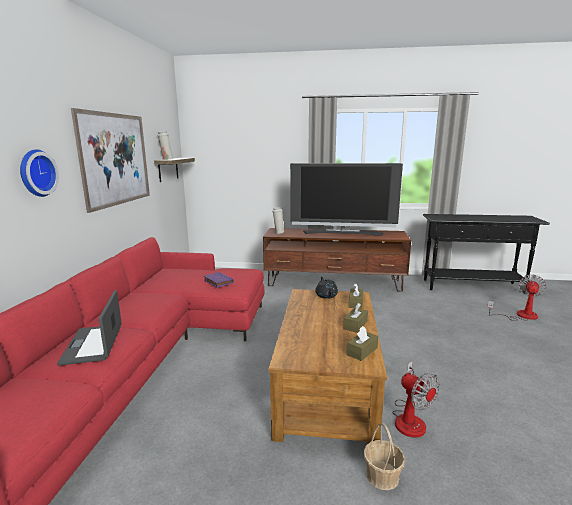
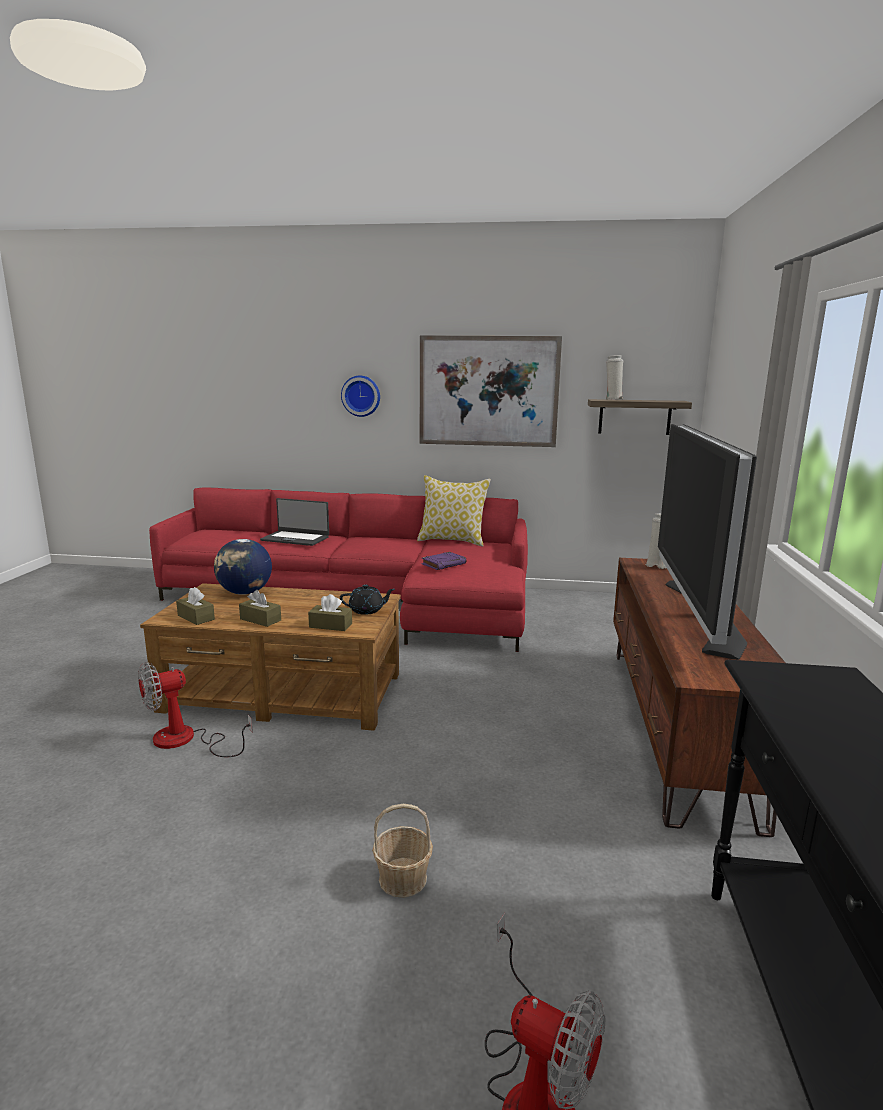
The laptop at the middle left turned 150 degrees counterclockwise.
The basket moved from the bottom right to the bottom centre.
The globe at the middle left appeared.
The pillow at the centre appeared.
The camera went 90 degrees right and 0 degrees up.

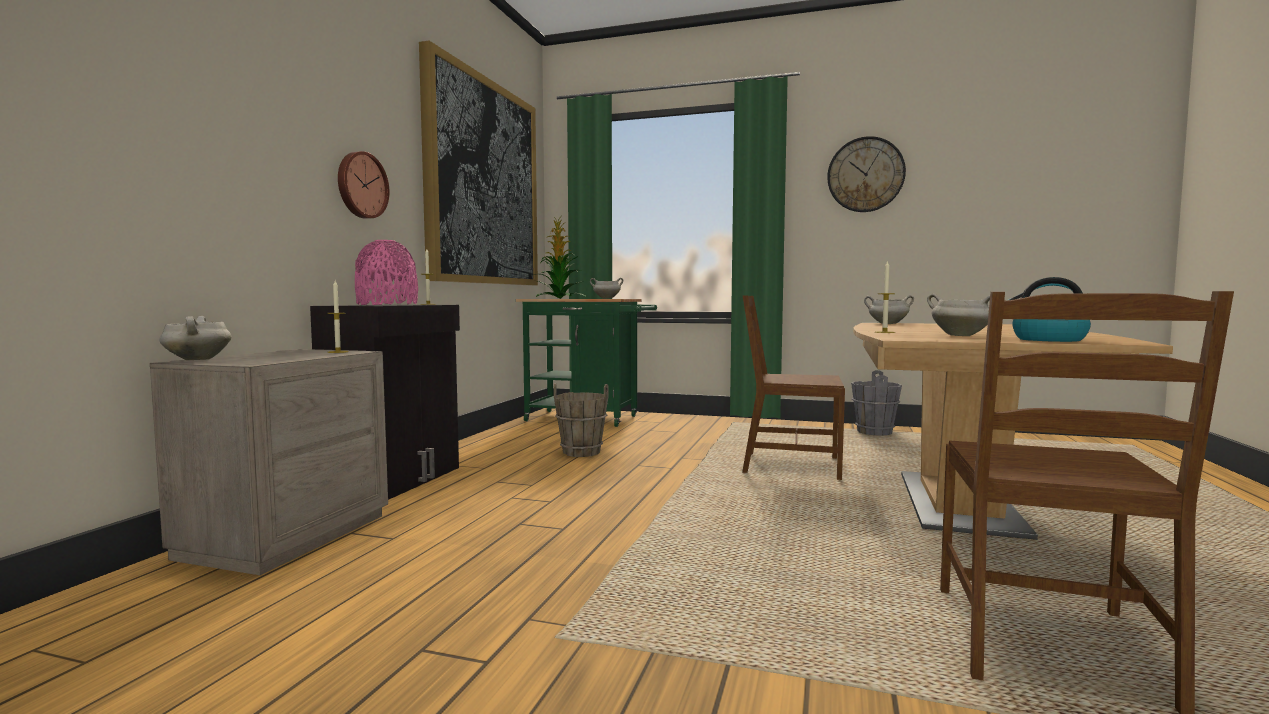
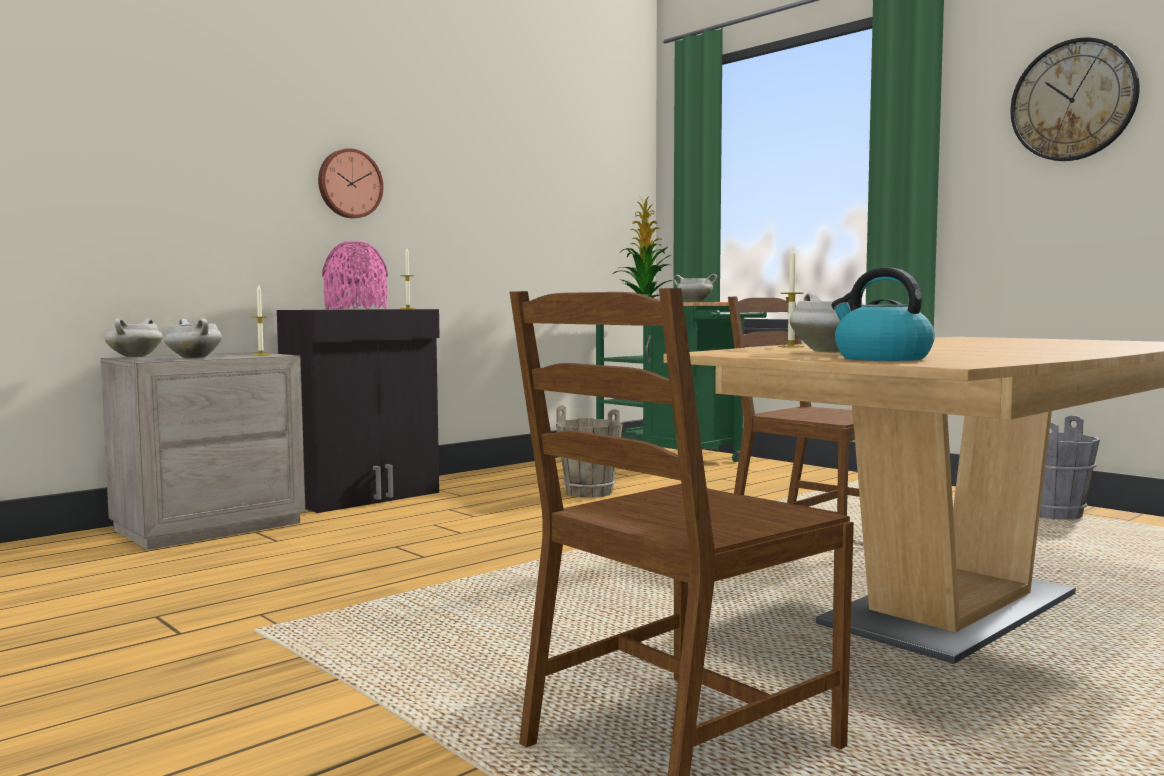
The picture at the top centre disappeared.
The cooking pot (white) (no. 3 from left in the first image) moved from the middle right to the middle left.
The camera went 30 degrees right and 0 degrees up.

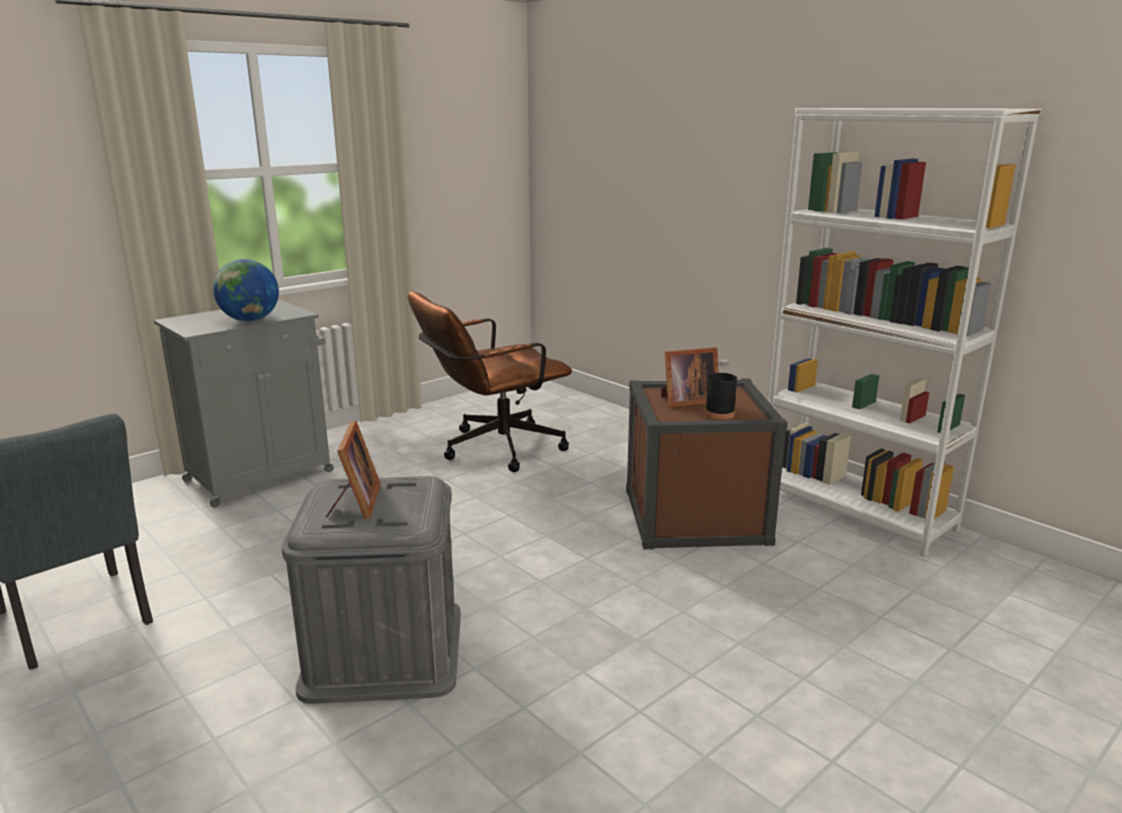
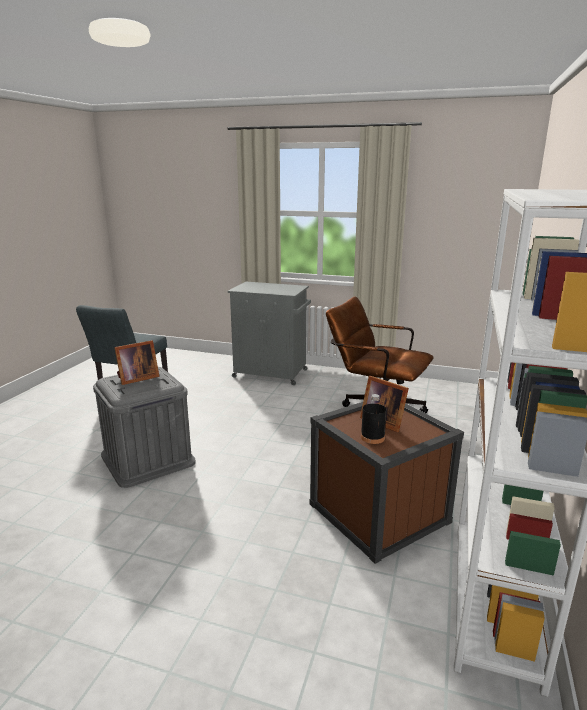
The globe at the middle left disappeared.
The camera went 60 degrees right and 0 degrees up.

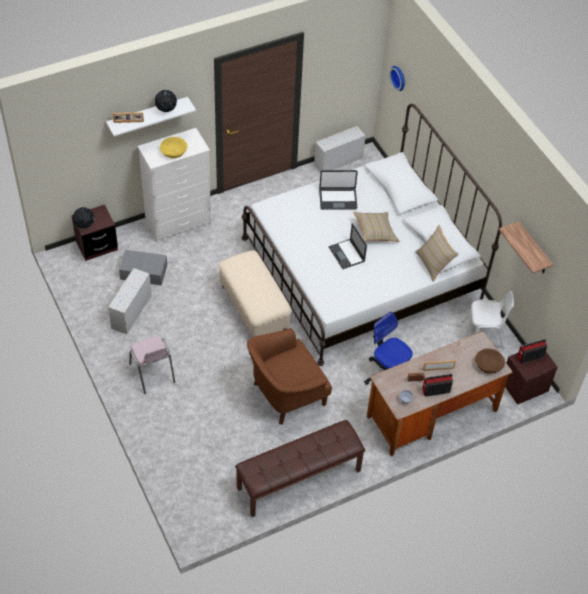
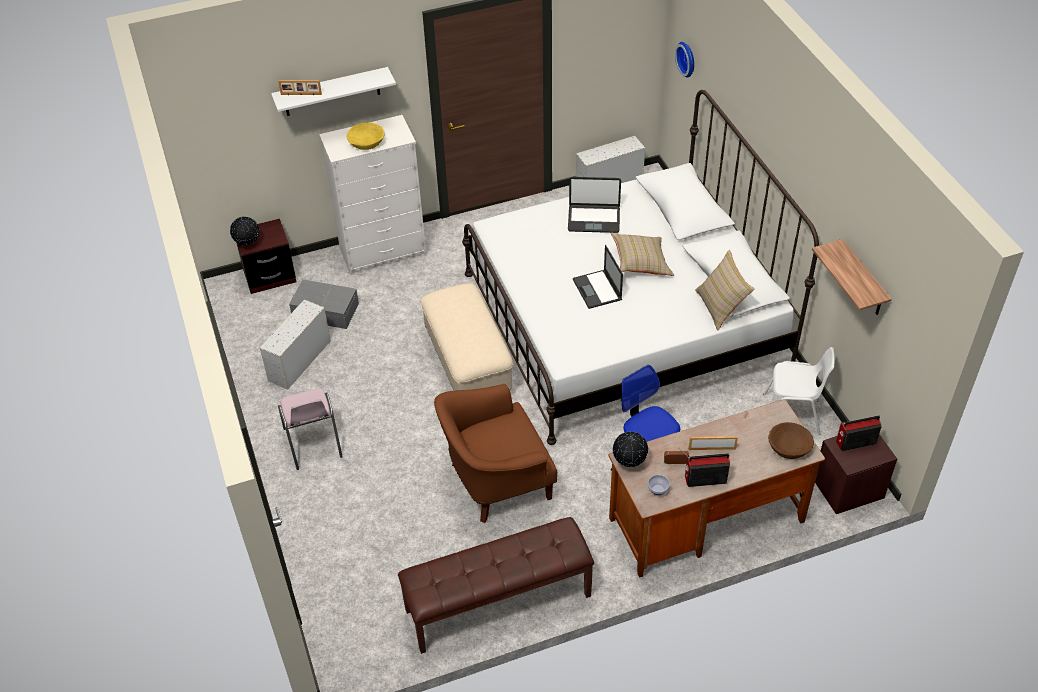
The globe (no. 2 from left) moved from the top left to the centre.
The camera went 10 degrees right and 5 degrees down.

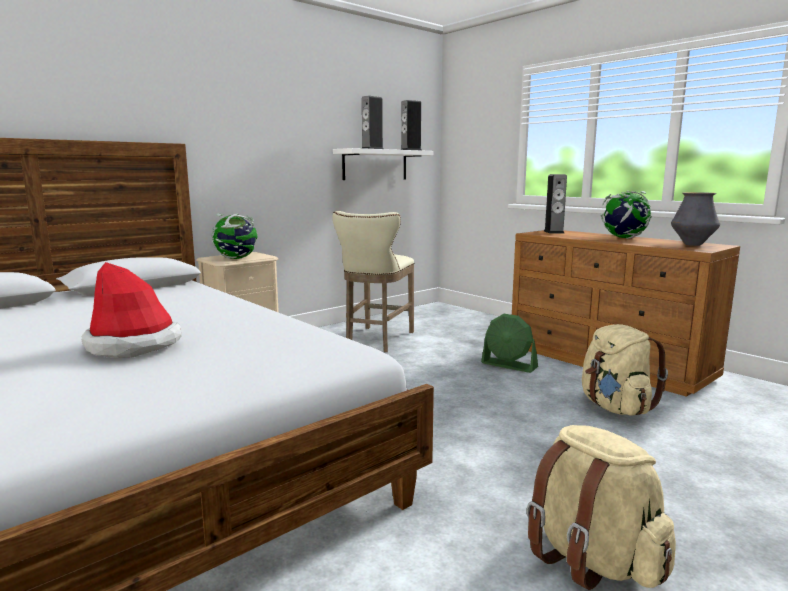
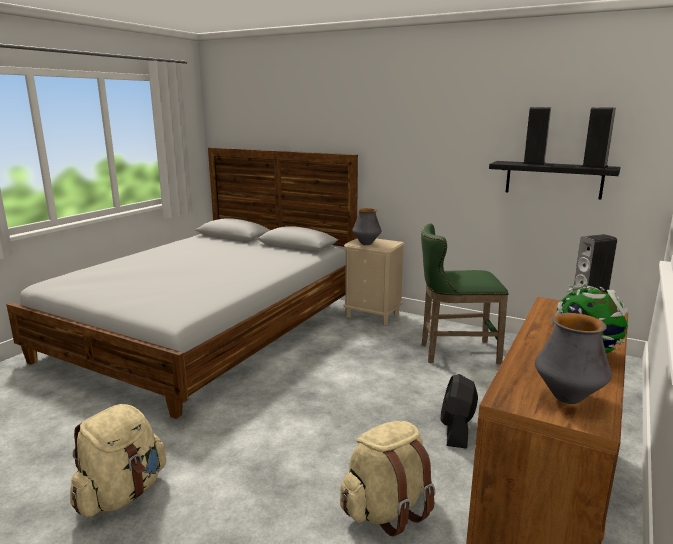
The hat at the middle left disappeared.
The globe (no. 1 from left) at the middle left was replaced by the vase (no. 1 from left) at the centre.
The shelf (white) at the top centre became the shelf (black) at the top right.
The stool (beige) at the centre became the stool (green) at the middle right.
The fan (green) at the centre became the fan (black) at the bottom right.
The camera went 70 degrees right and 5 degrees up.

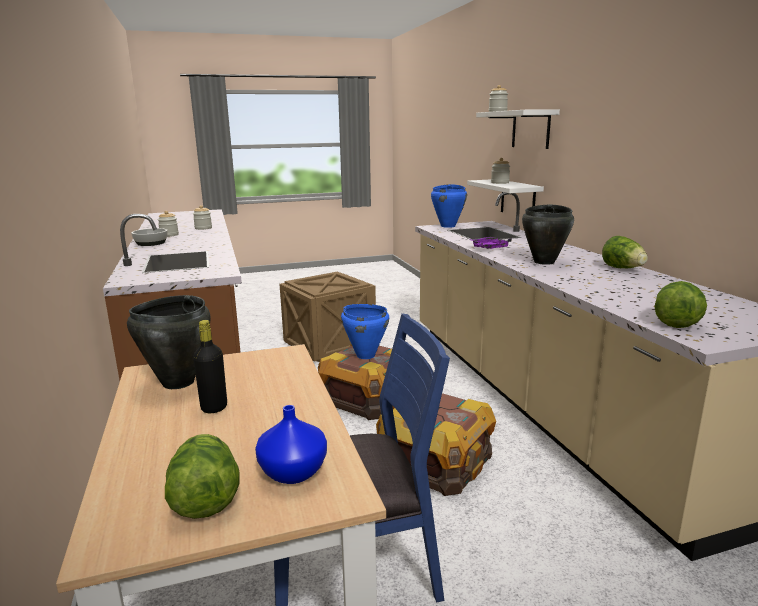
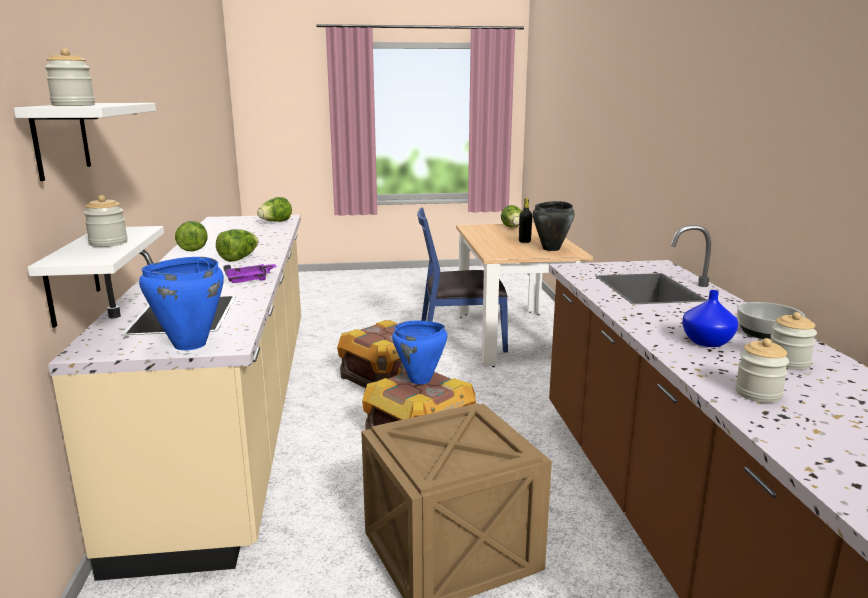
The vase (blue) moved from the bottom centre to the middle right.
The cooking pot (black) (no. 2 from left) at the middle right was replaced by the lettuce (no. 2 from left) at the middle left.
The camera went 170 degrees left and 0 degrees up.

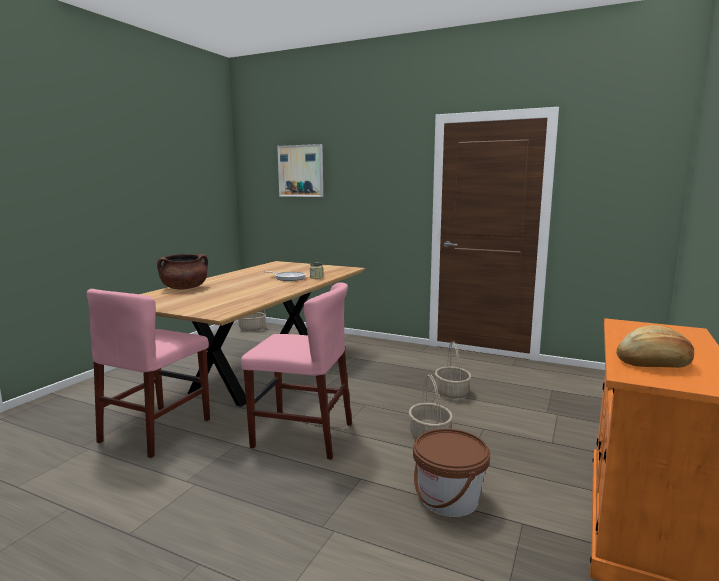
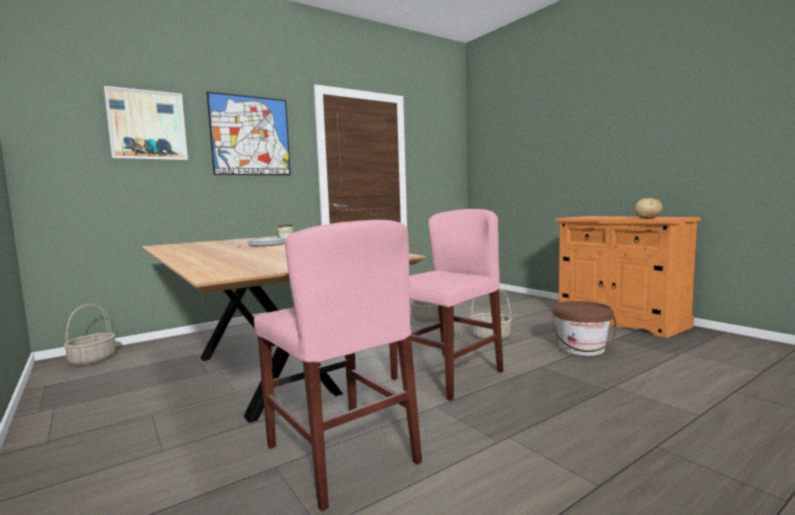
The cooking pot (brown) at the middle left disappeared.
The picture (no. 2 from left) at the top left appeared.
The camera went 60 degrees left and 5 degrees down.

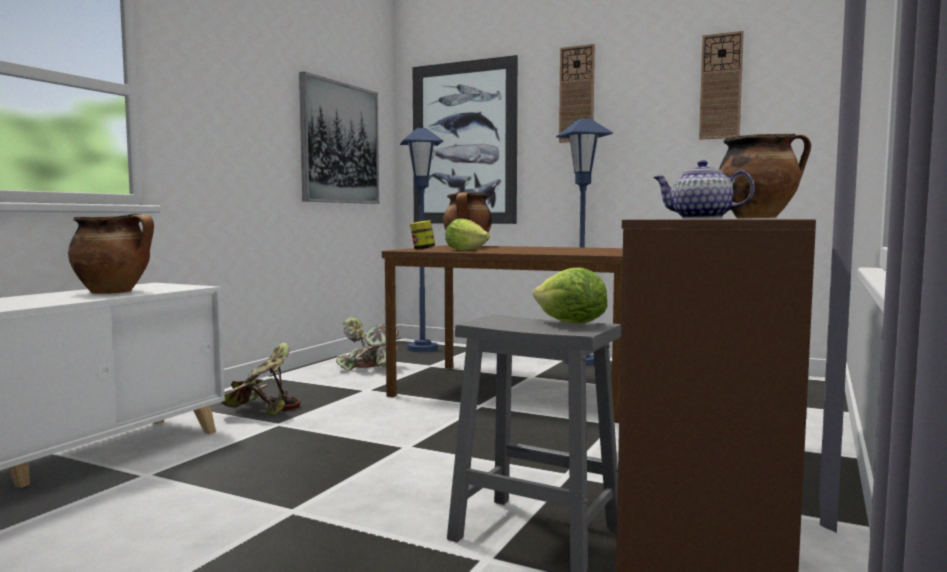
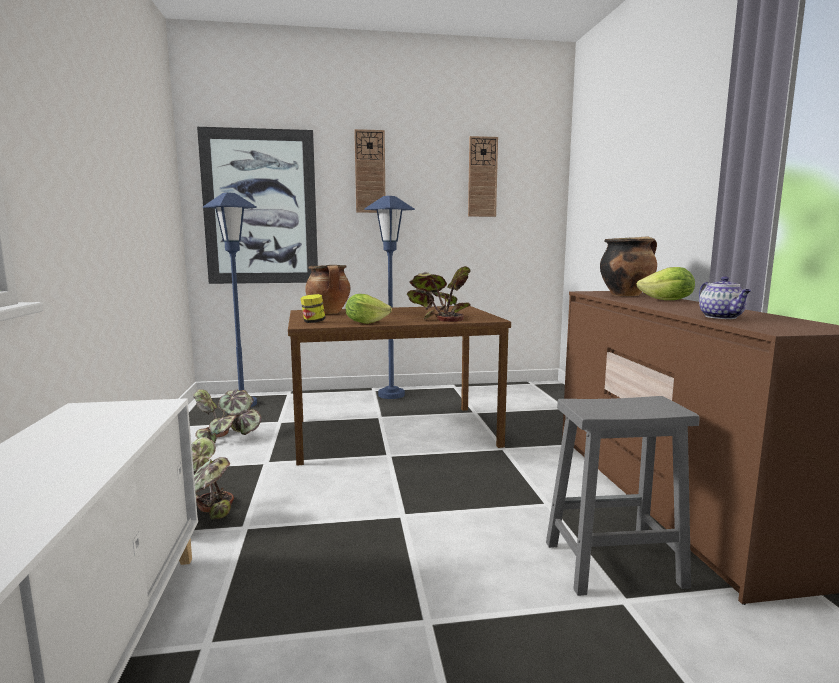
The cooking pot (no. 1 from left) at the middle left disappeared.
The picture (no. 1 from left) at the top centre disappeared.
The lettuce (no. 2 from left) moved from the centre to the middle right.
The teapot at the top right turned 90 degrees counterclockwise.
The potted plant (no. 3 from left) at the centre appeared.
The camera went 35 degrees left and 5 degrees up.

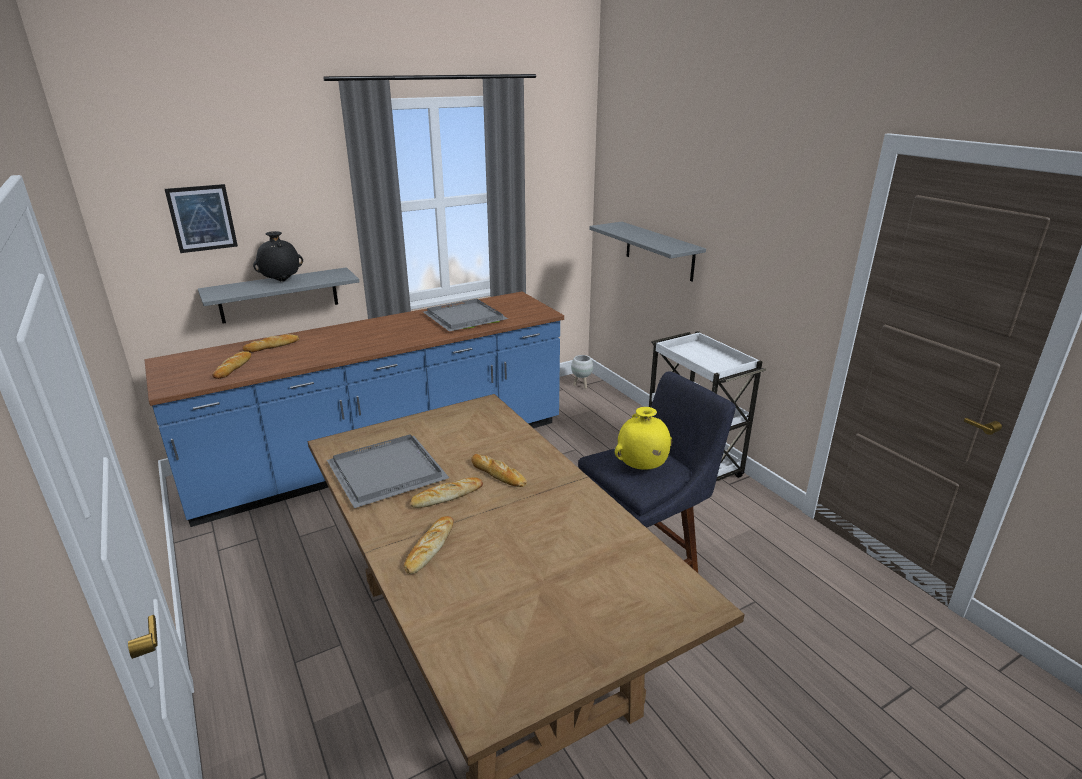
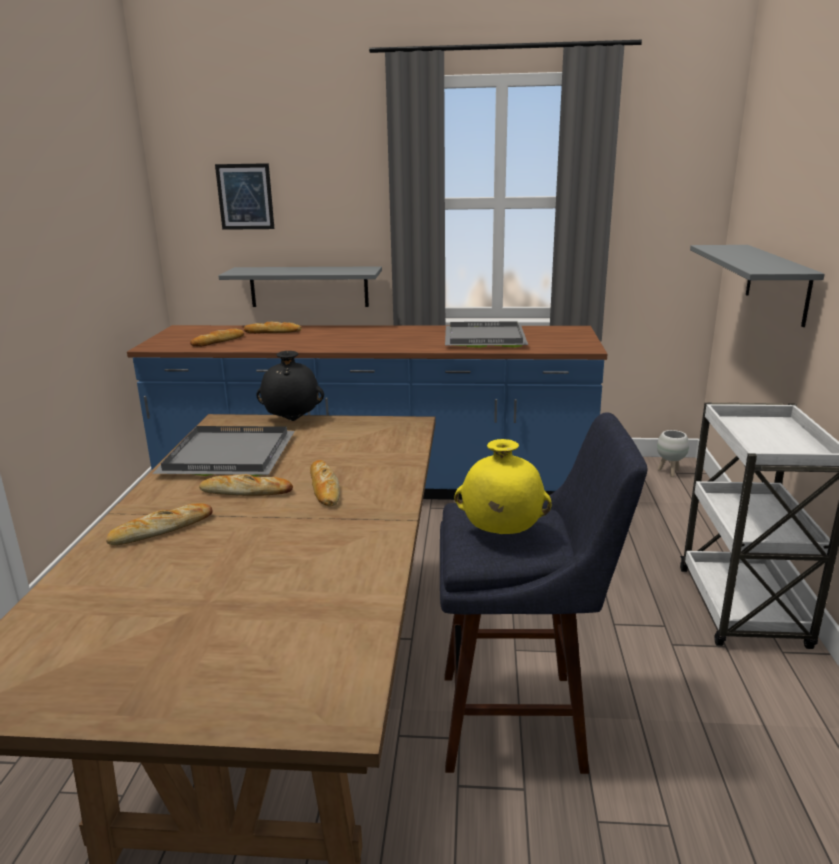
The vase (black) moved from the top left to the centre.
The camera went 35 degrees right and 5 degrees down.

